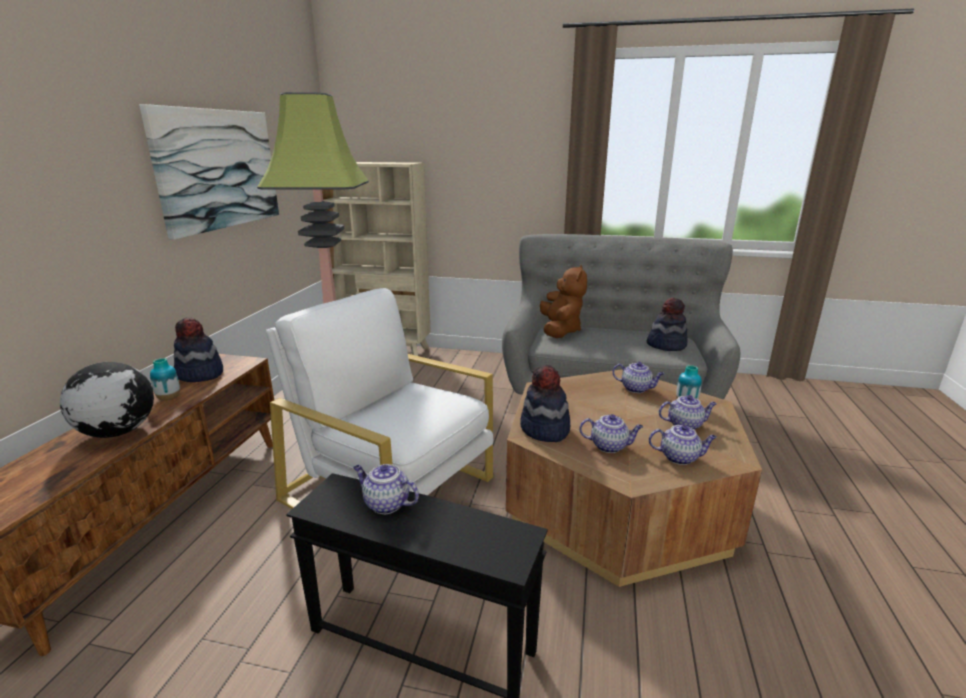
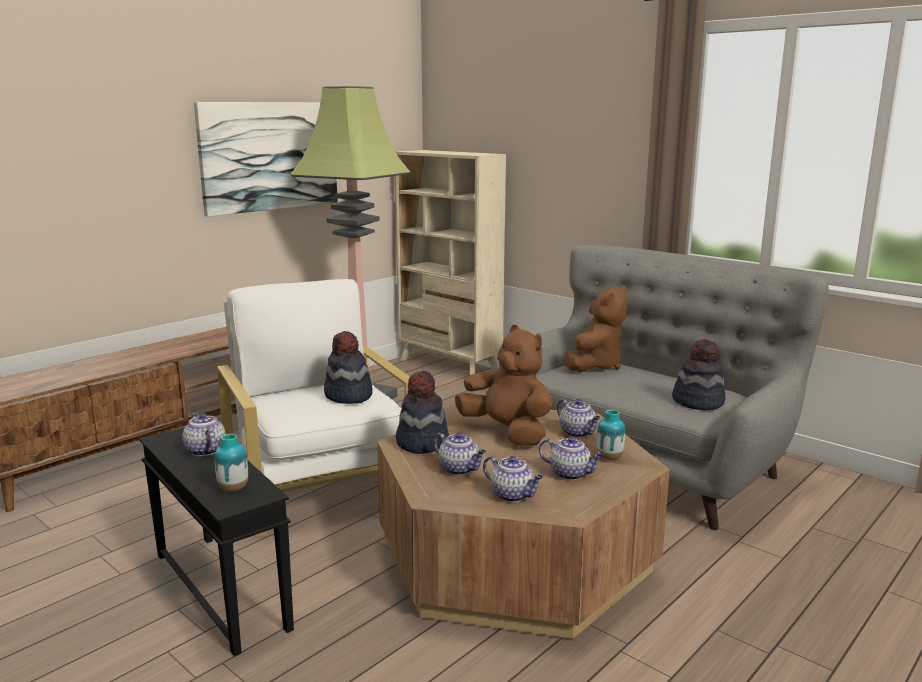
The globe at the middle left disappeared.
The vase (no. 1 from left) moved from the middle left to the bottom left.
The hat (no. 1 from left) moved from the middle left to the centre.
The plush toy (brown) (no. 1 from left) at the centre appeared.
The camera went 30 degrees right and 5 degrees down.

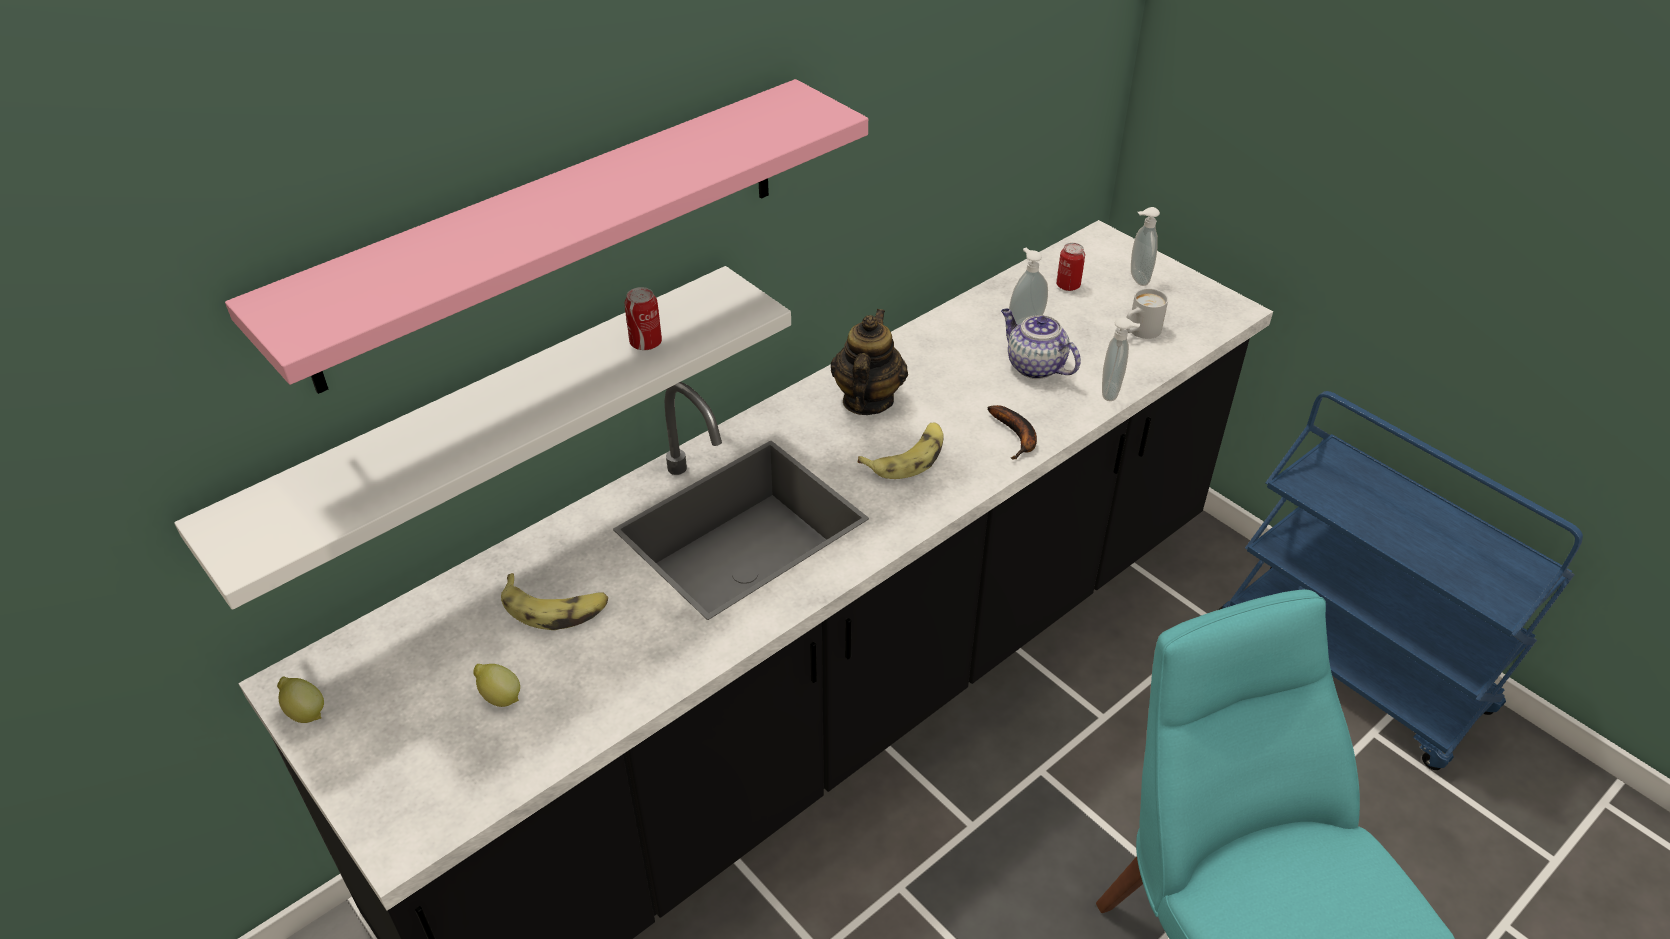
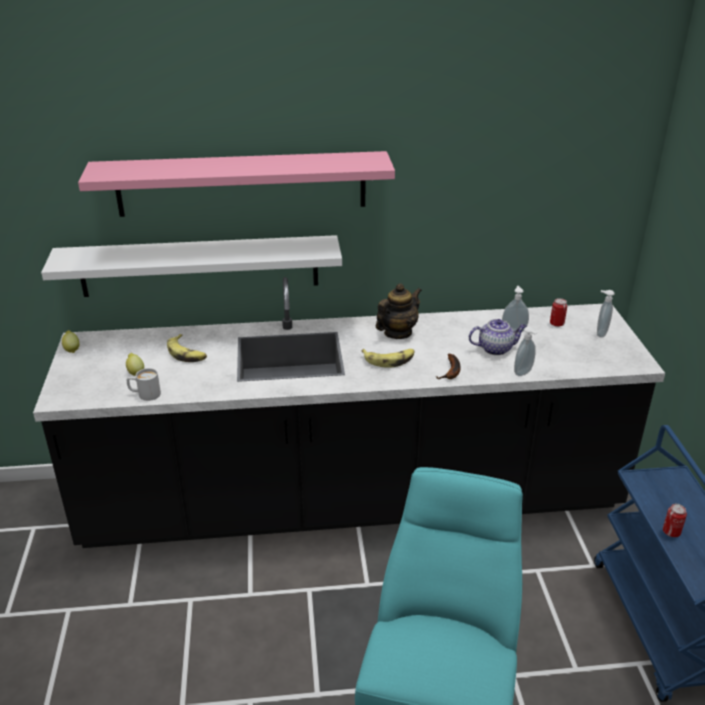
The can (no. 1 from left in the first image) moved from the centre to the bottom right.
The teapot (no. 2 from left) at the centre turned 90 degrees clockwise.
The mug (white) moved from the middle right to the middle left.
The camera went 35 degrees right and 10 degrees down.

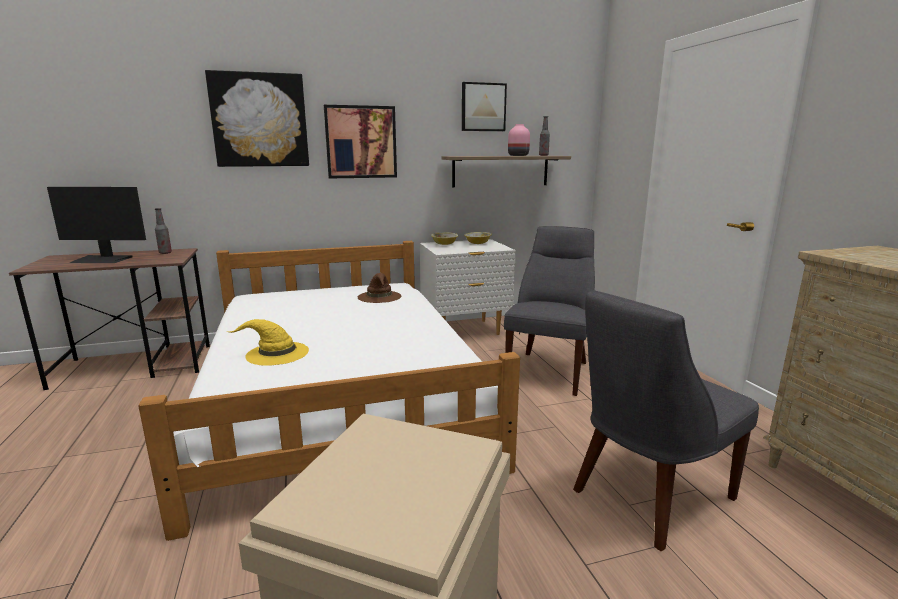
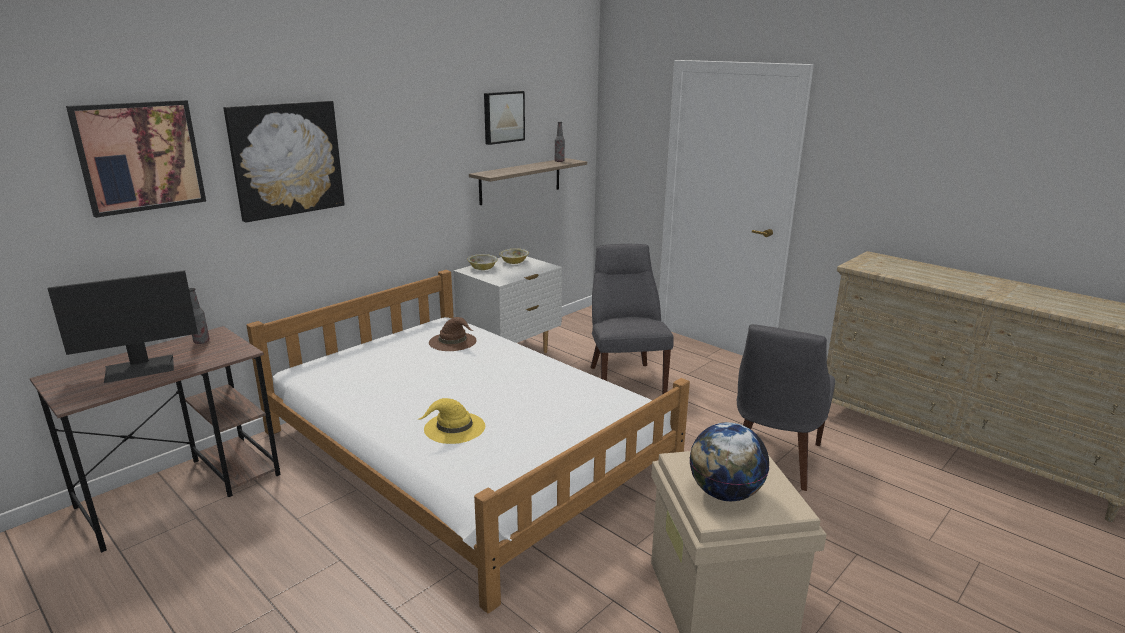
The picture (no. 2 from left in the first image) moved from the top centre to the top left.
The vase (pink) at the top centre disappeared.
The globe at the bottom centre appeared.
The camera went 30 degrees left and 5 degrees up.

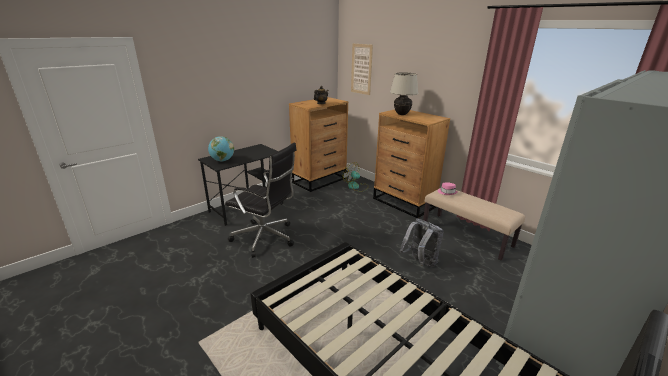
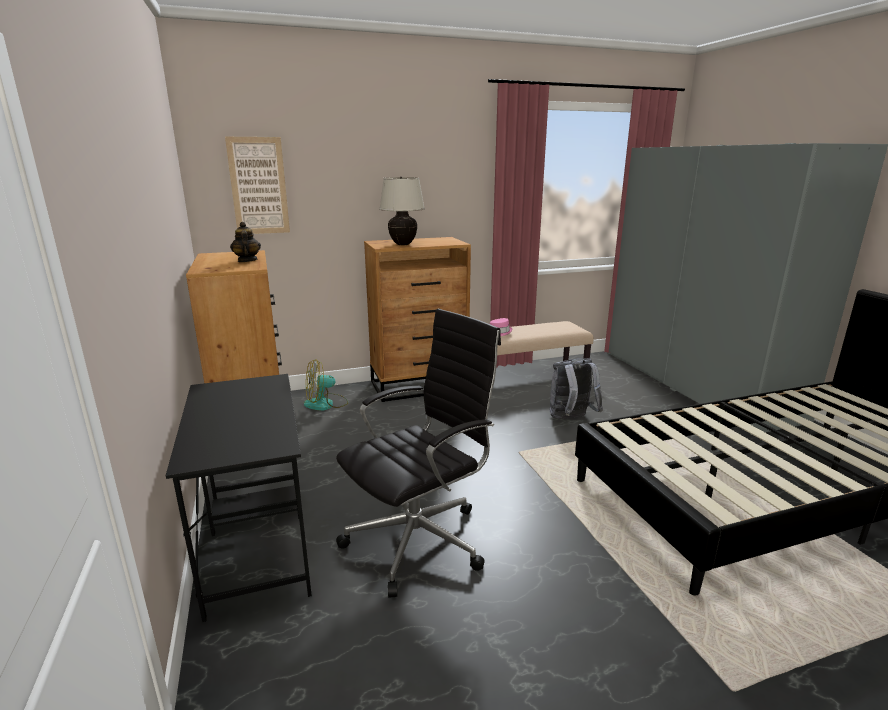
The globe at the middle left disappeared.
The camera went 65 degrees left and 5 degrees down.

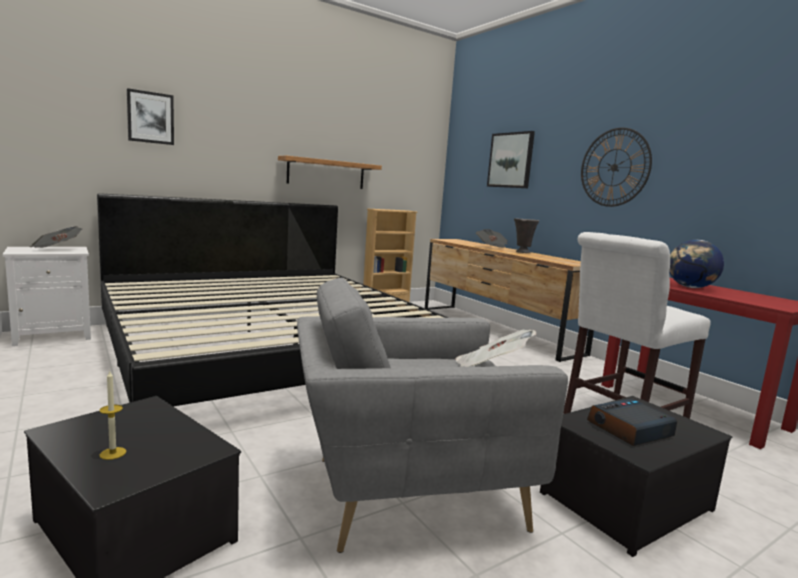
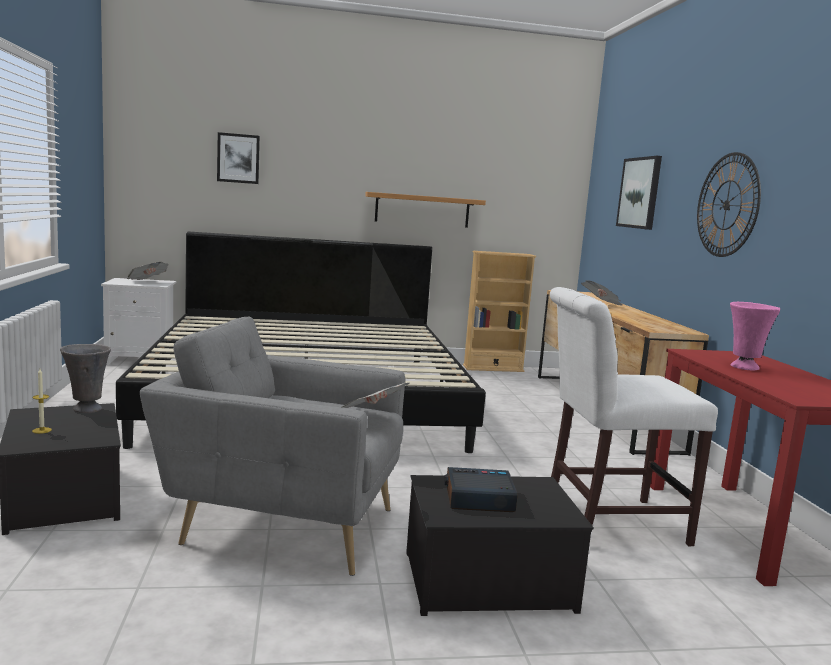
The vase (grey) moved from the centre to the middle left.
The globe at the middle right was replaced by the vase (pink) at the middle right.
The camera went 25 degrees right and 0 degrees up.

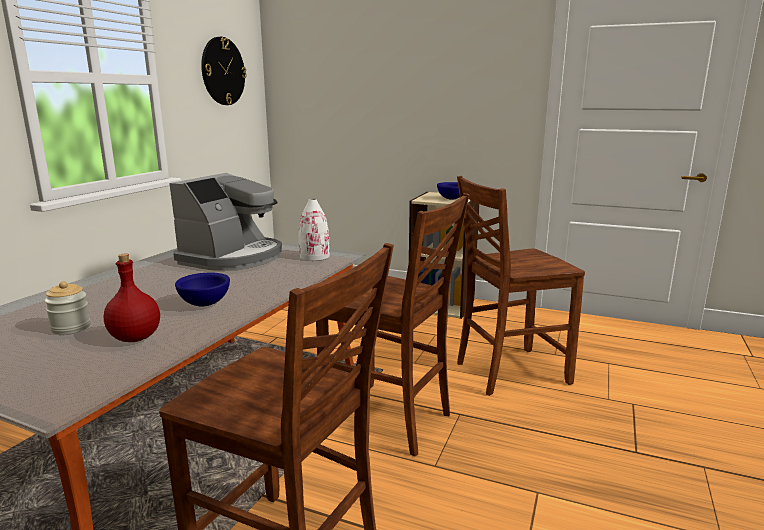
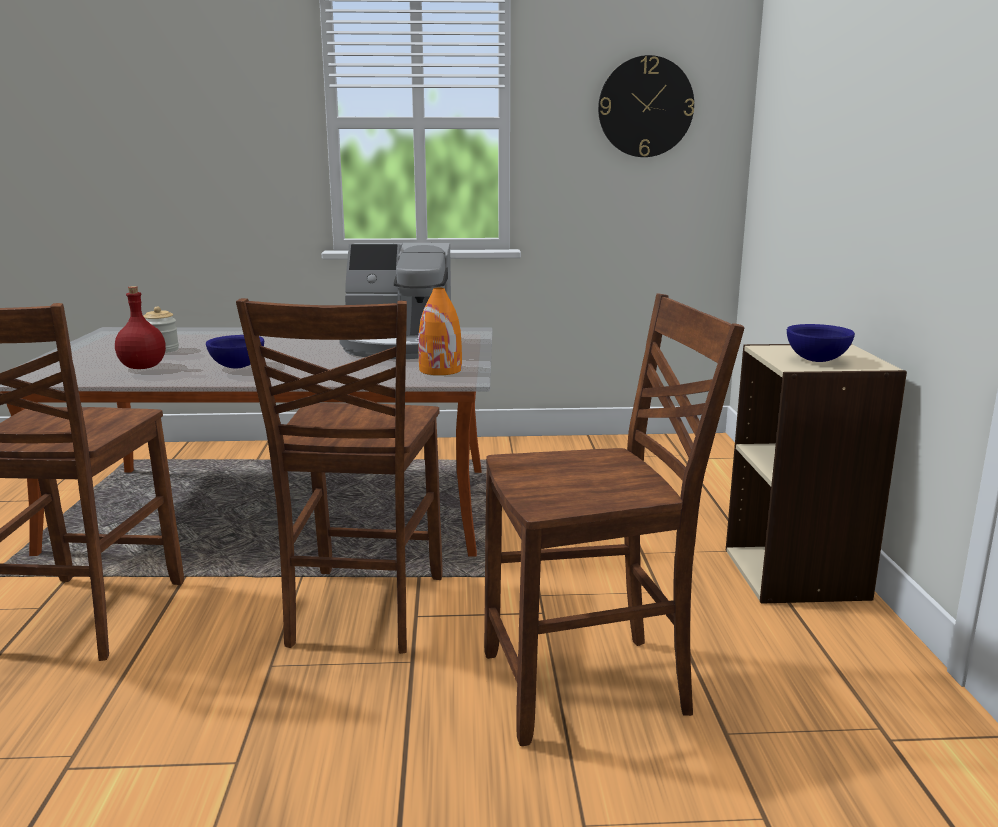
The vase (white) at the centre became the vase (orange) at the centre.
The chair (brown) (no. 3 from left) at the middle right turned 120 degrees clockwise.
The camera went 65 degrees right and 0 degrees up.

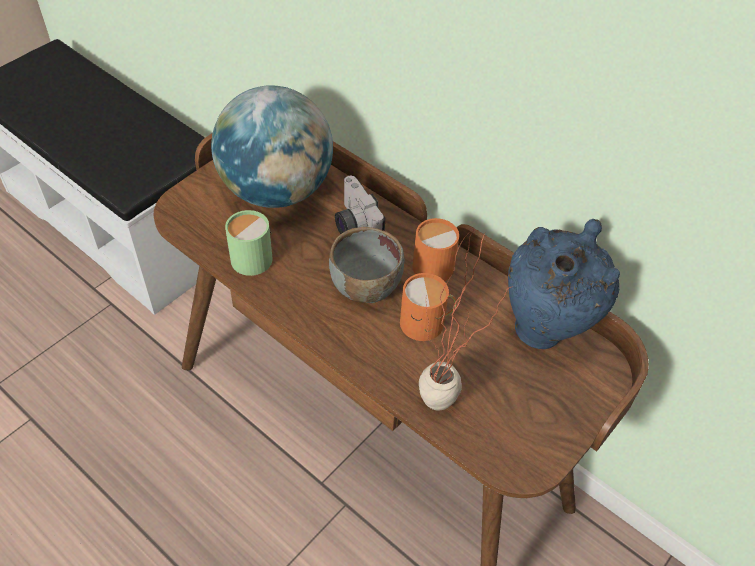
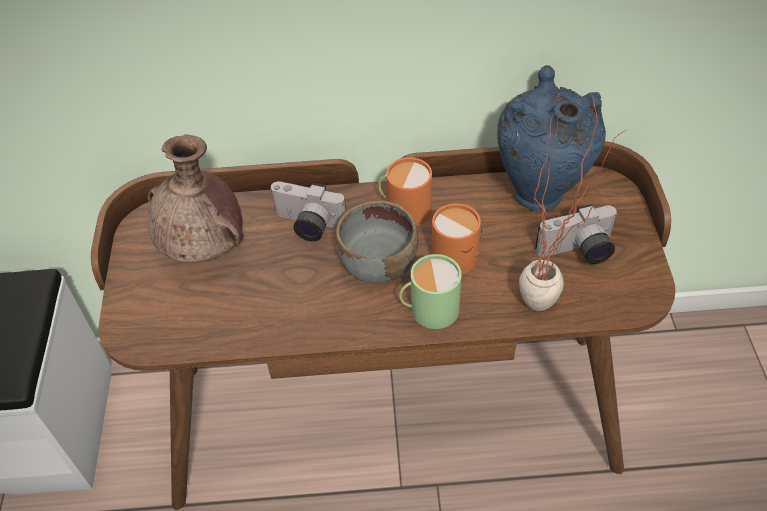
The globe at the top centre was replaced by the vase (brown) at the middle left.
The mug (green) moved from the middle left to the centre.
The photo camera (no. 2 from left) at the middle right appeared.
The camera went 40 degrees left and 0 degrees up.

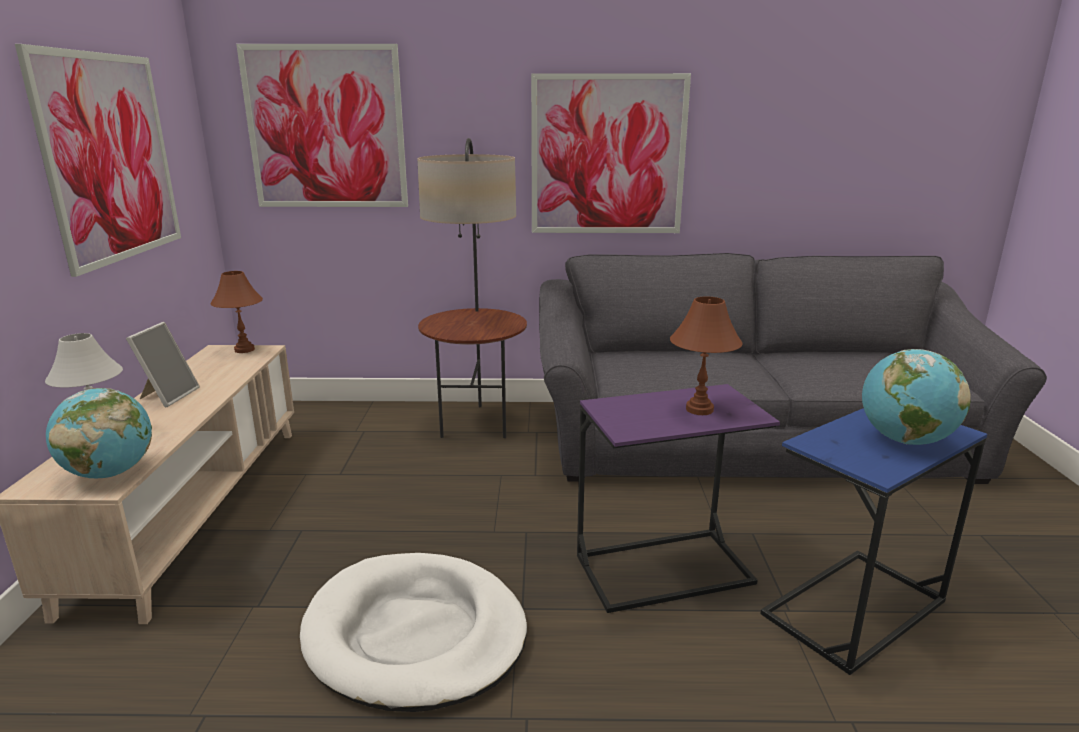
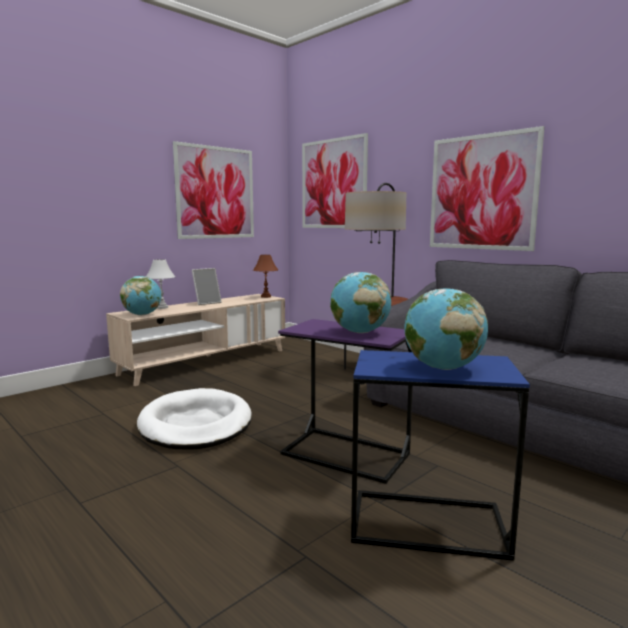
The table lamp (brown) (no. 2 from left) at the centre was replaced by the globe (no. 2 from left) at the centre.
The camera went 45 degrees right and 10 degrees down.

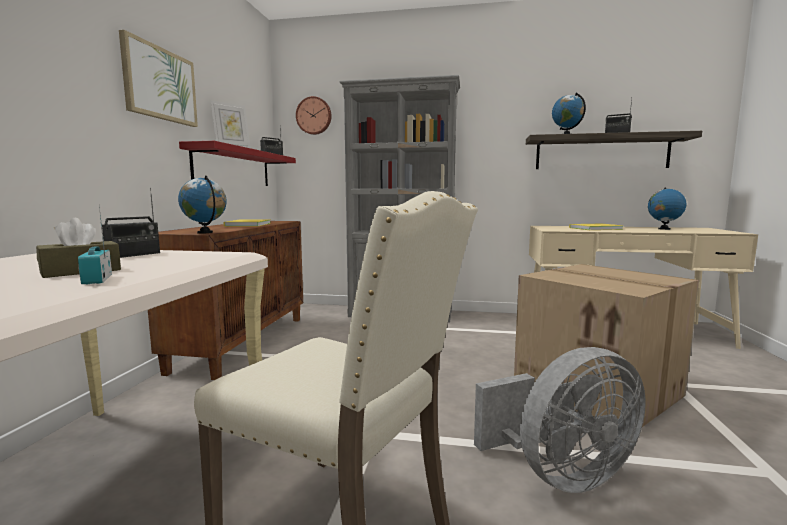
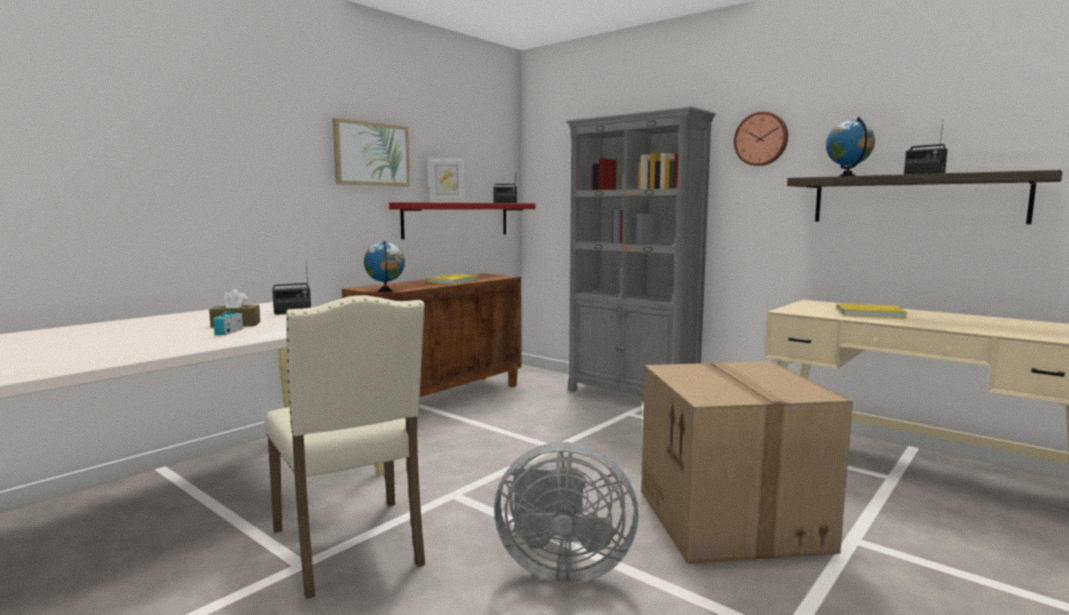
The wall clock moved from the top centre to the top right.
The globe (no. 3 from left) at the middle right disappeared.
The camera went 30 degrees right and 0 degrees up.

